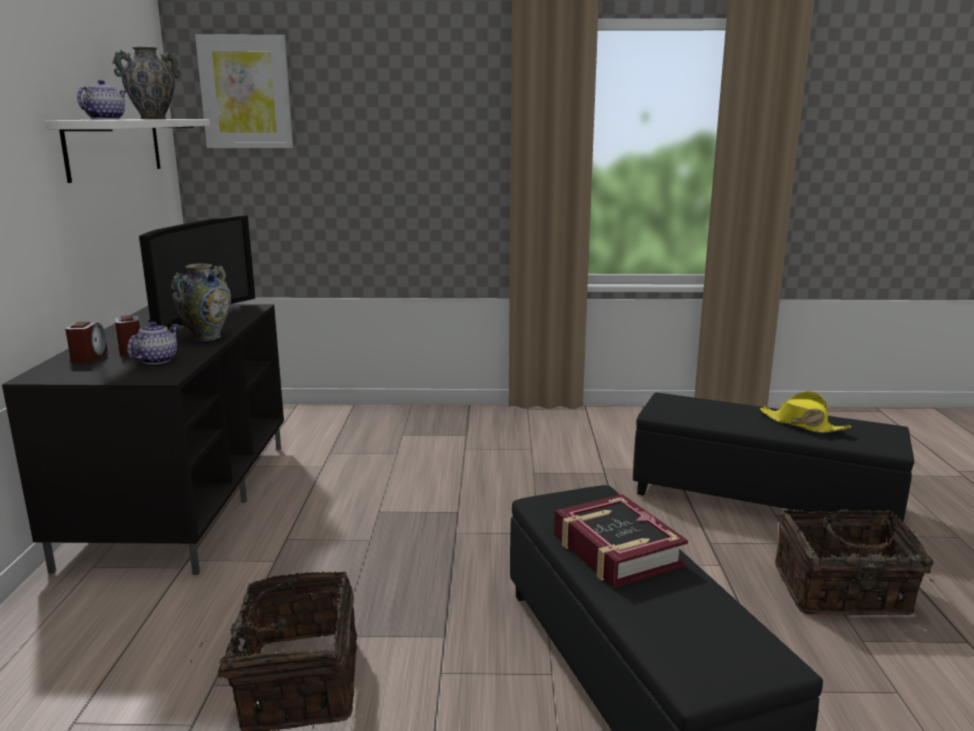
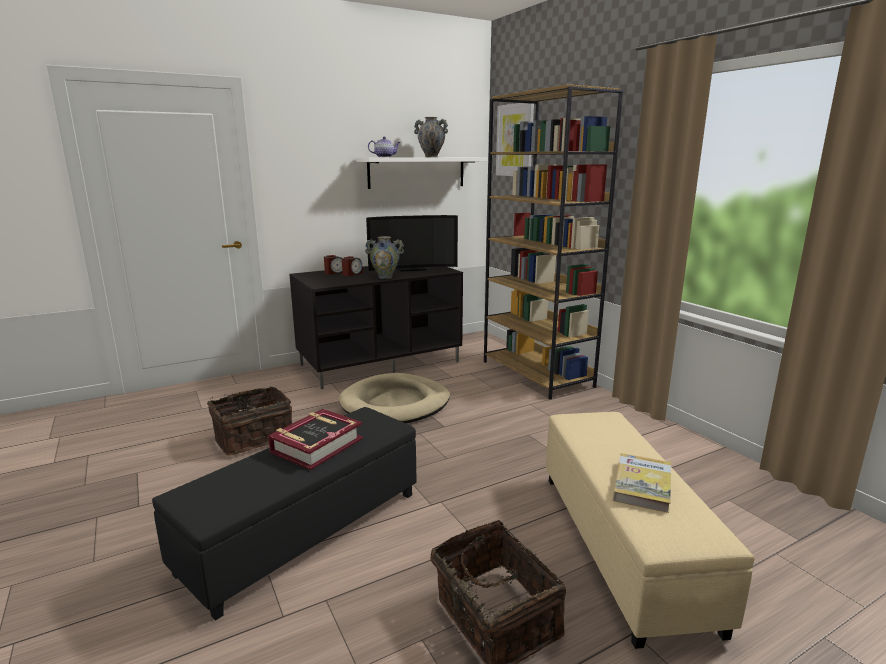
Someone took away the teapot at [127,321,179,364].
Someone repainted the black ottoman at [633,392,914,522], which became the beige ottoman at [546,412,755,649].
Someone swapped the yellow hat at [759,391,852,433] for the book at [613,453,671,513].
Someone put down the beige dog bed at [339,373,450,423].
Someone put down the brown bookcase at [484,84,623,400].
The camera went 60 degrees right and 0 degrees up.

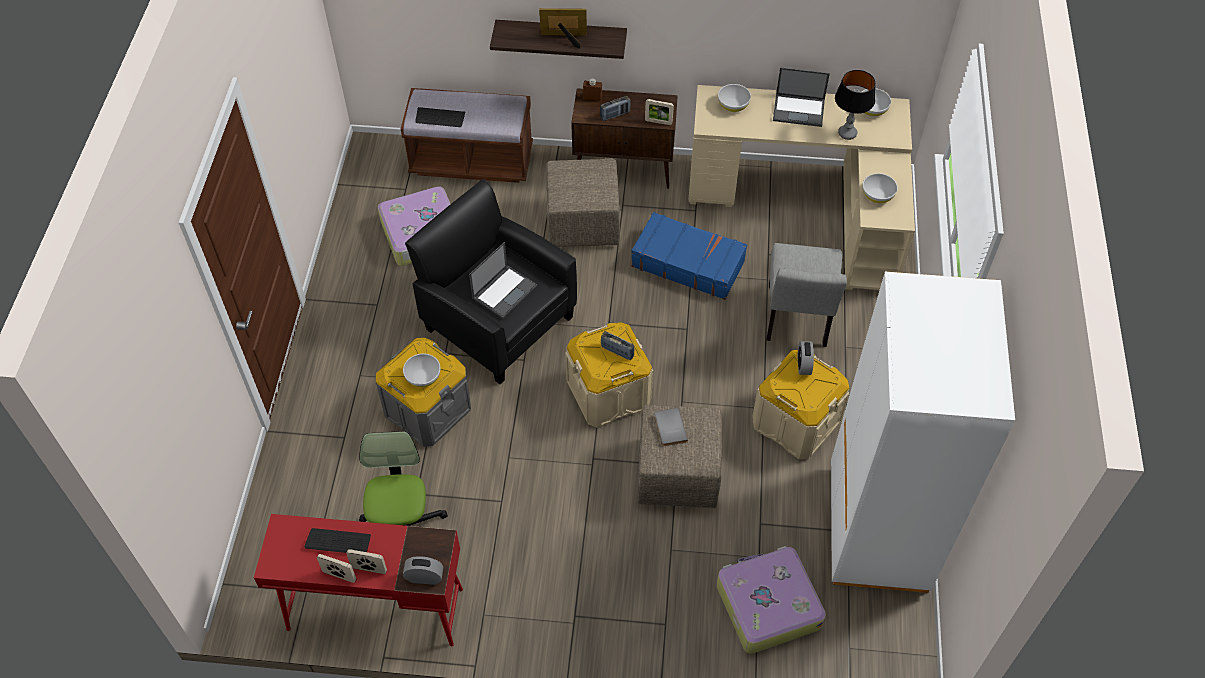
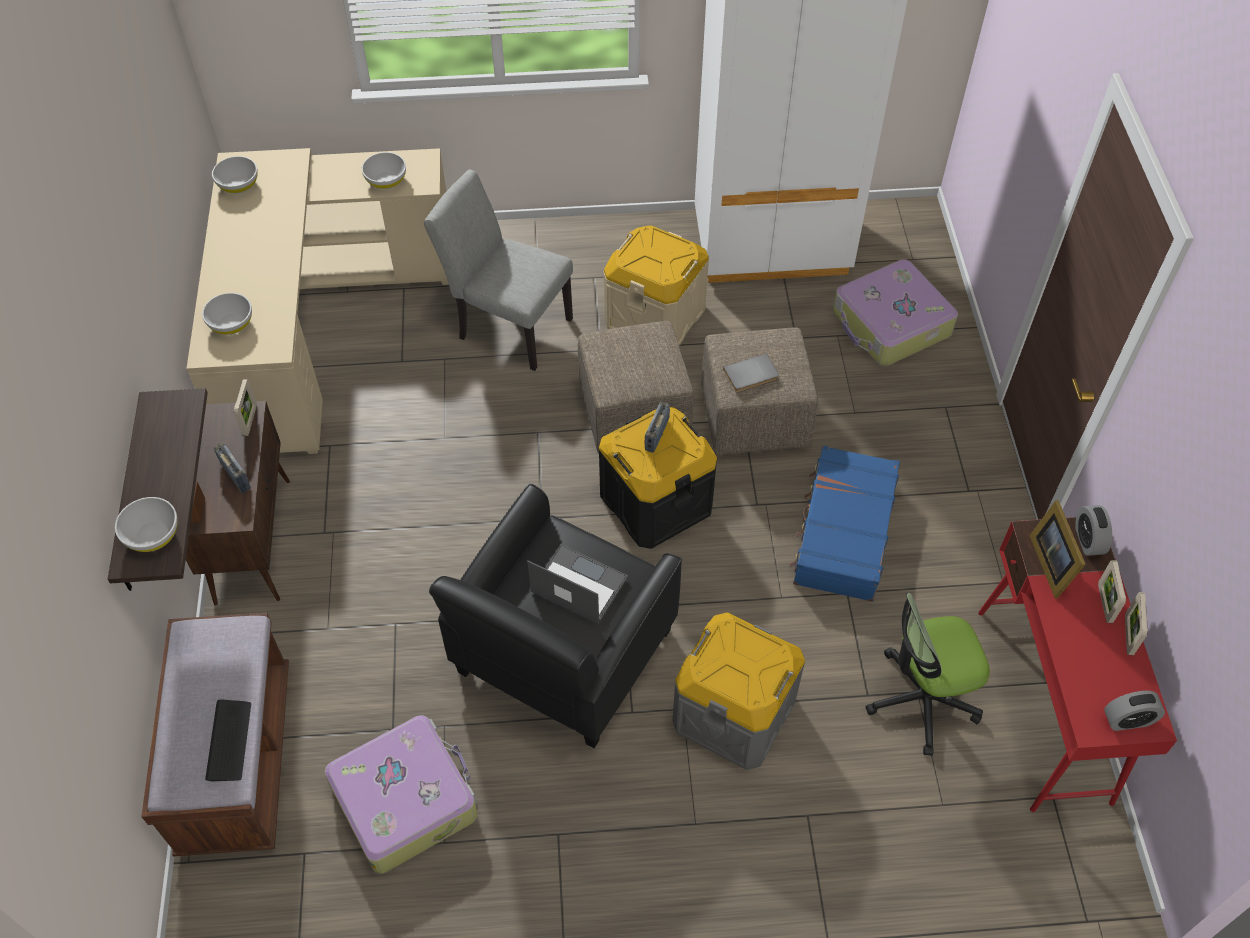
Someone took away the keyboard at [304,528,371,553].
Someone carried the white bowl from [403,353,441,387] to [115,497,178,552].
Someone carried the picture frame from [539,8,587,49] to [1030,500,1086,599].
Someone carried the beige ottoman from [546,159,620,247] to [578,321,694,454].
Someone repainted the beige storage box at [566,322,653,428], which became the black storage box at [598,407,717,549].
Someone carried the blue suitcase from [631,212,747,300] to [789,446,900,602].
Someone rotated the grey chair at [766,243,847,347] by 150 degrees counterclockwise.
Someone took away the laptop at [773,68,830,127].
Someone carried the alarm clock from [797,341,814,375] to [1104,691,1165,731].
Someone took away the table lamp at [835,70,875,140].
The camera went 100 degrees left and 0 degrees up.

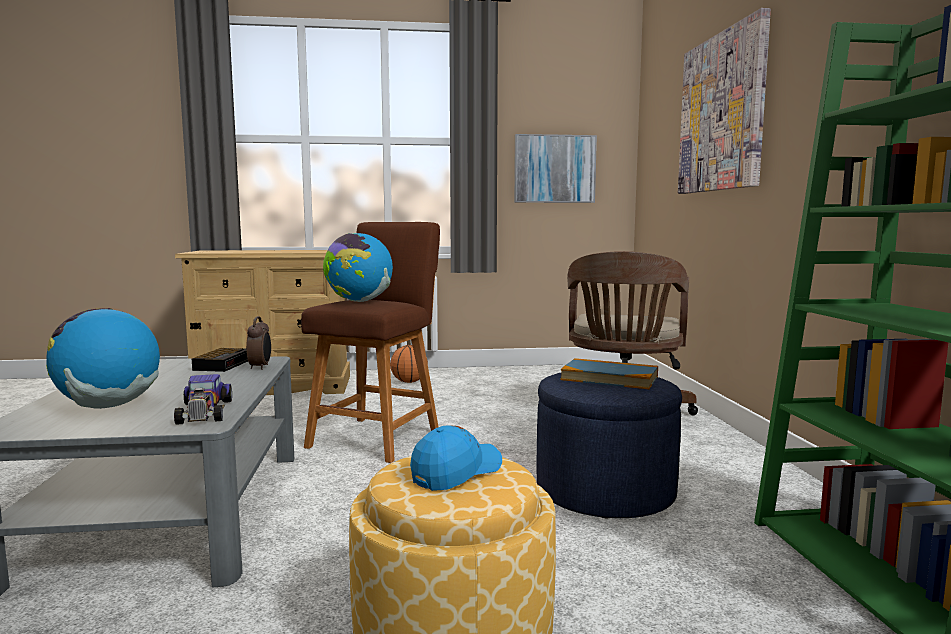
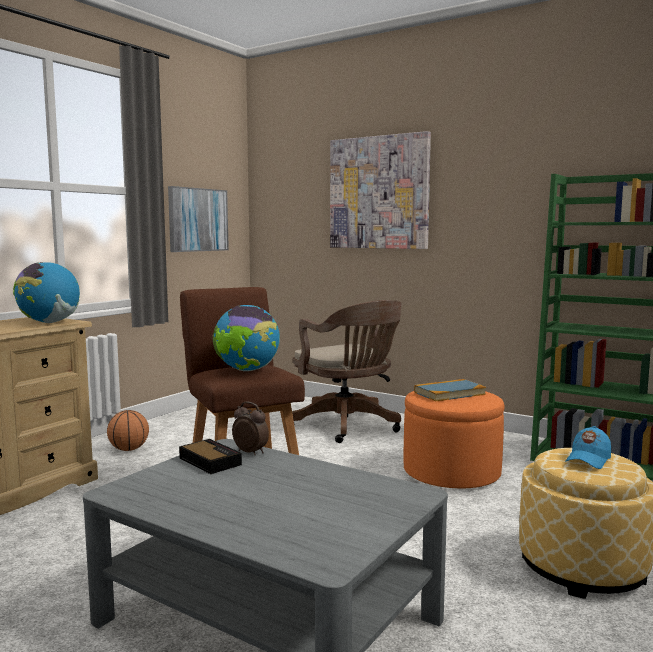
Someone carried the globe from [46,308,160,409] to [13,262,80,323].
Someone took away the toy car at [174,374,232,425].
Someone rotated the blue cap at [410,425,502,491] by 135 degrees counterclockwise.
Someone repainted the blue ottoman at [537,373,682,518], which became the orange ottoman at [404,391,505,488].
The camera went 50 degrees left and 0 degrees up.

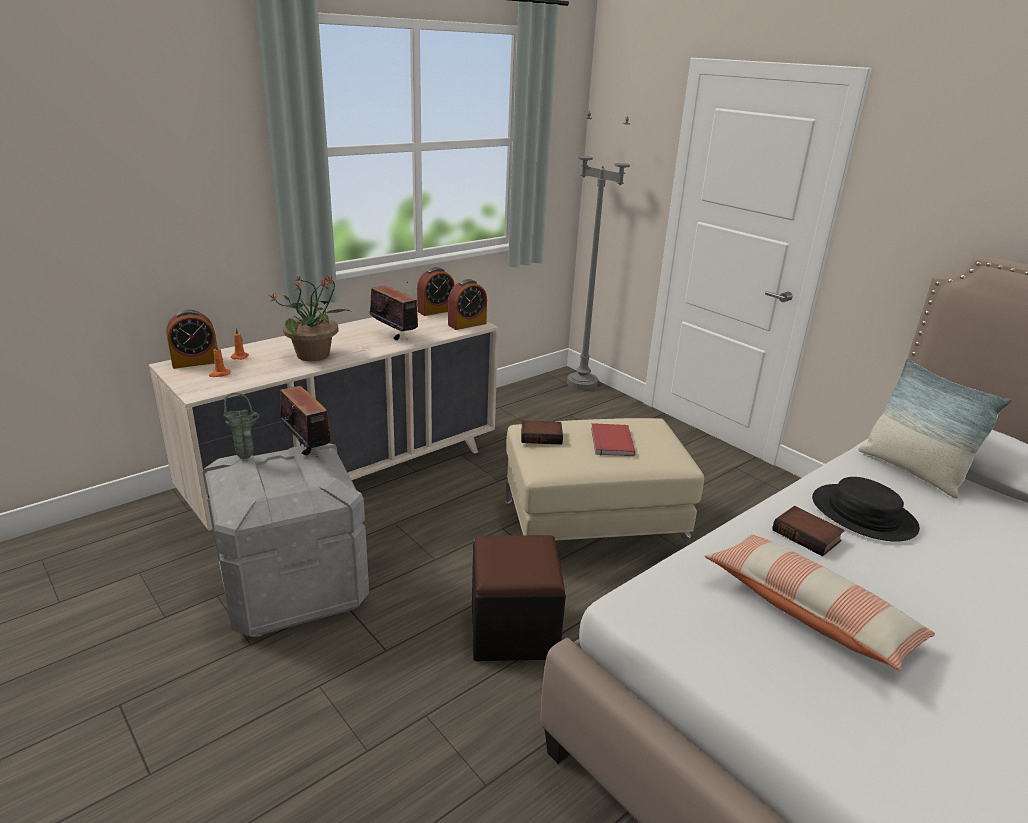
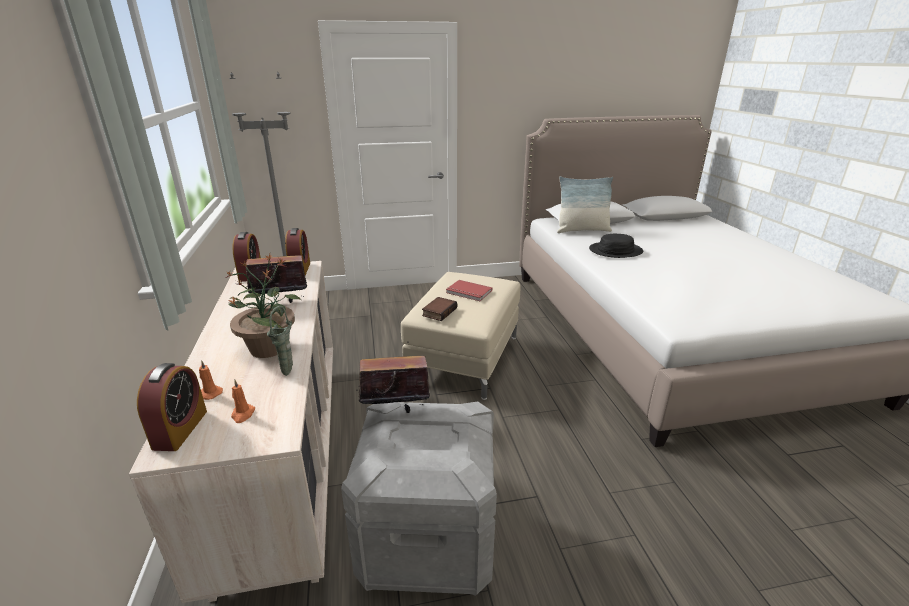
Someone carried the green vase from [224,393,260,459] to [267,306,293,376].
Someone took away the black ottoman at [472,535,566,661].
Someone took away the pillow at [704,534,935,670].
Someone took away the book at [773,506,845,556].
The camera went 60 degrees left and 0 degrees up.

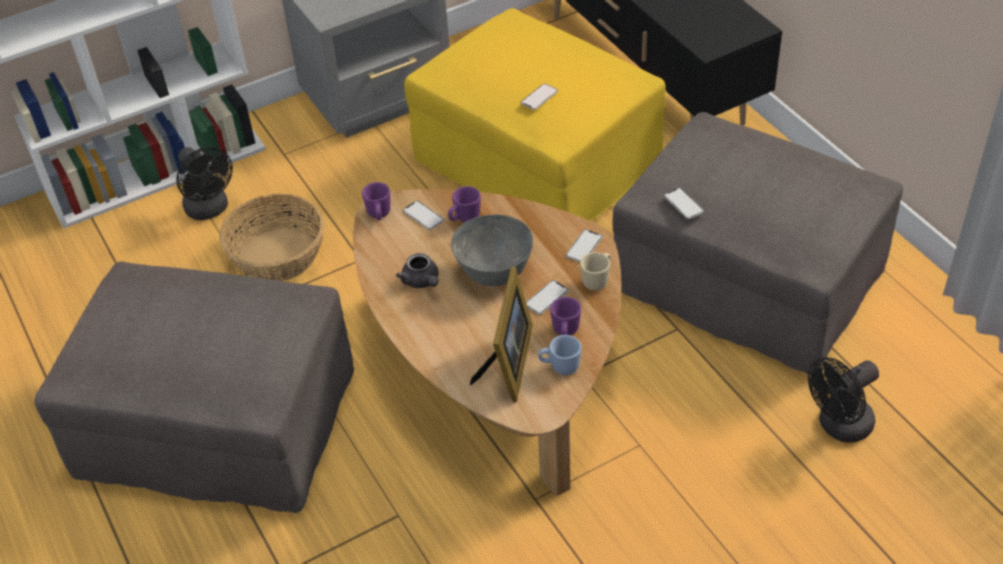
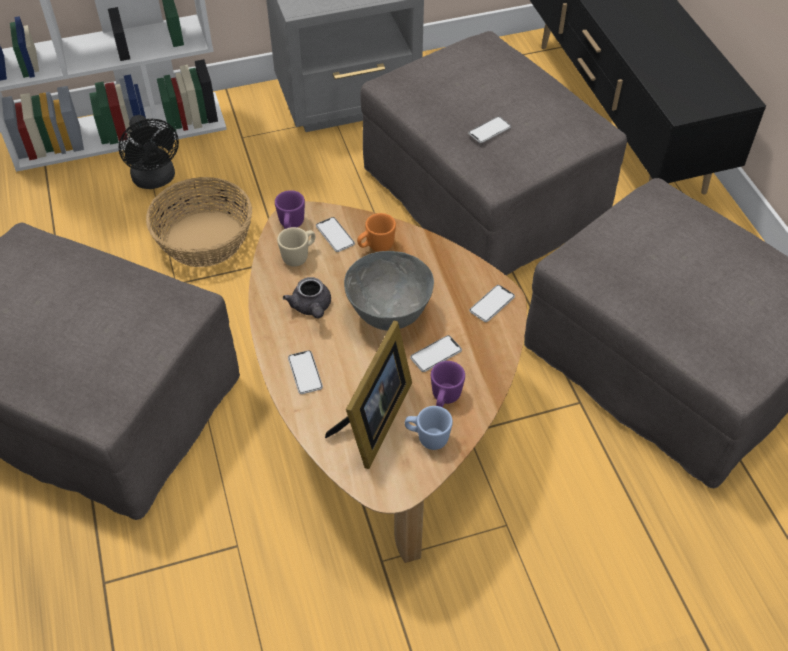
Someone repainted the yellow ottoman at [404,8,666,221], which became the grey ottoman at [360,31,627,276].
Someone repainted the purple mug at [448,186,481,222], which became the orange mug at [357,213,396,252].
Someone carried the beige mug from [580,252,611,291] to [277,227,315,266].
Someone carried the phone from [664,188,704,219] to [288,350,323,394].
Someone took away the black fan at [808,357,879,442].
The camera went 10 degrees right and 5 degrees up.

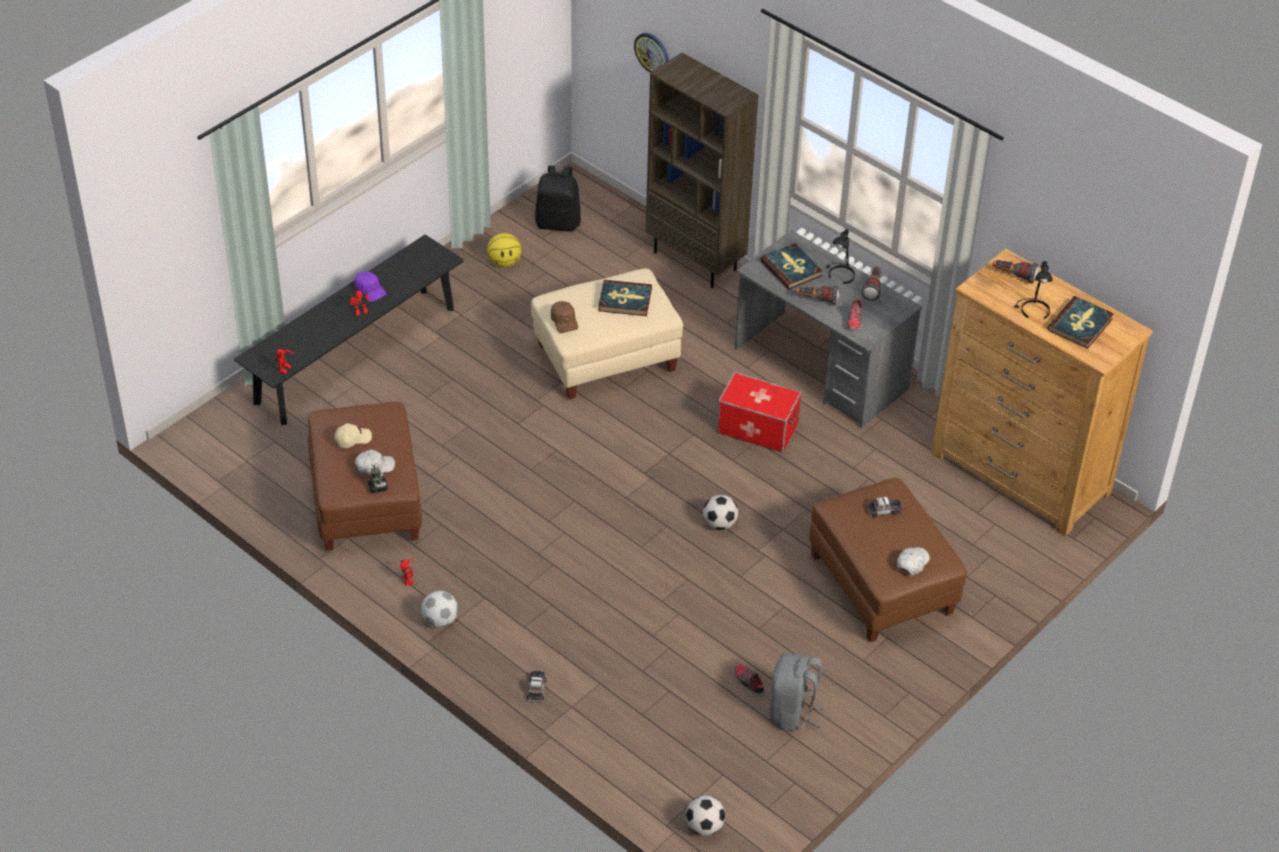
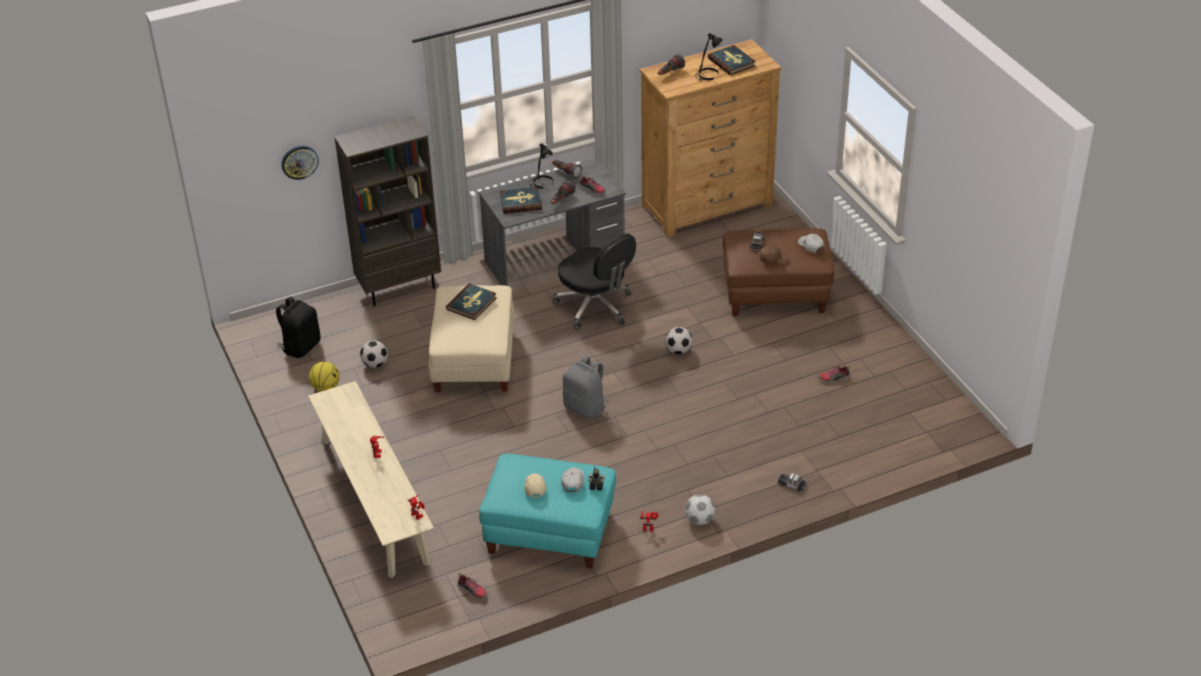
Someone repainted the black bench at [234,235,464,425], which became the beige bench at [308,381,434,578].
Someone repainted the brown ottoman at [308,402,422,551], which became the turquoise ottoman at [479,454,616,569].
Someone took away the purple cap at [354,271,387,302].
Someone carried the brown cap from [551,301,578,333] to [759,245,789,264].
Someone carried the football from [686,795,725,836] to [360,340,388,368].
Someone swapped the storage box at [717,372,802,453] for the black office chair at [553,233,636,330].
Someone carried the grey backpack from [769,653,826,731] to [563,355,608,420].
Someone put down the shoe at [457,573,487,599].
The camera went 65 degrees left and 5 degrees down.

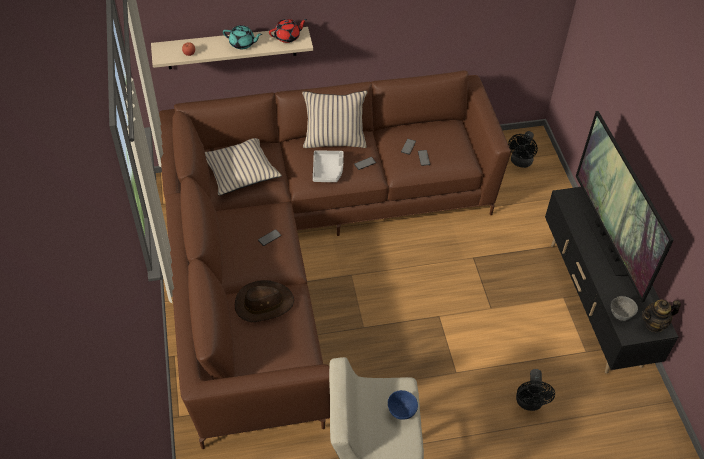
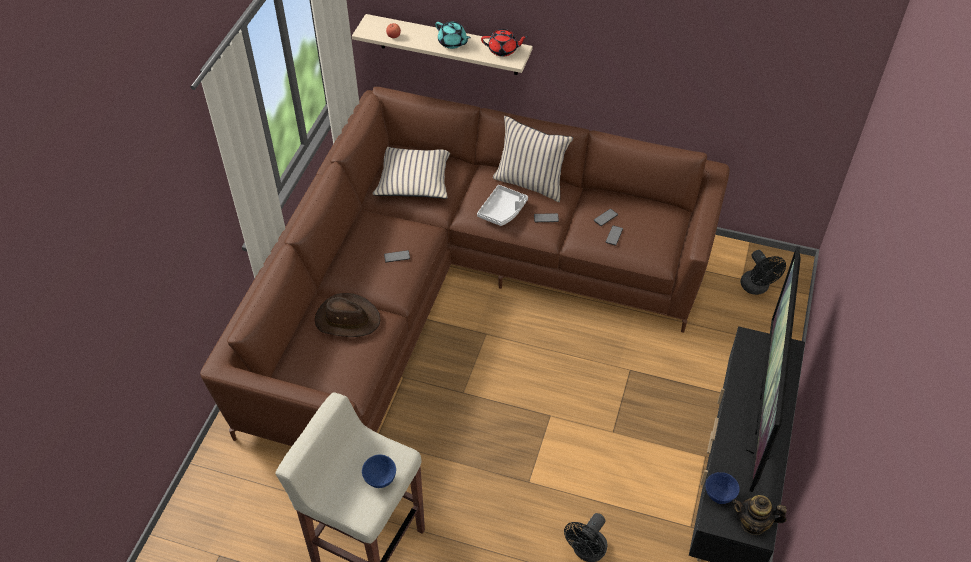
Someone rotated the black fan at [508,131,538,168] by 75 degrees counterclockwise.
Someone repainted the grey bowl at [611,296,638,321], which became the blue bowl at [706,472,740,504].
The camera went 30 degrees right and 0 degrees up.

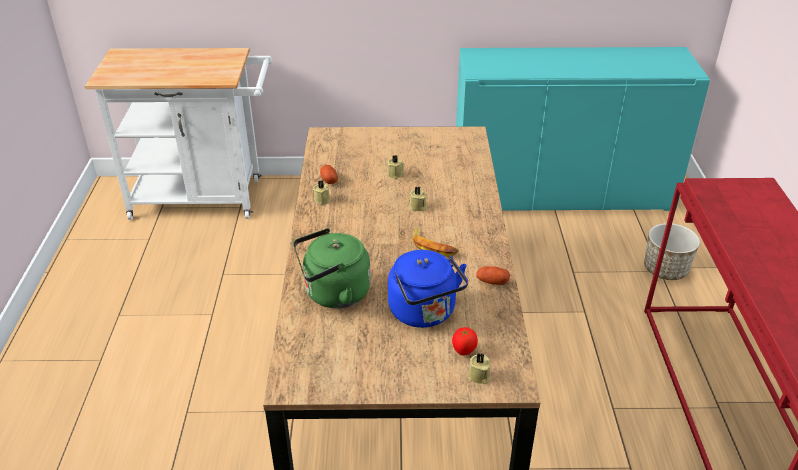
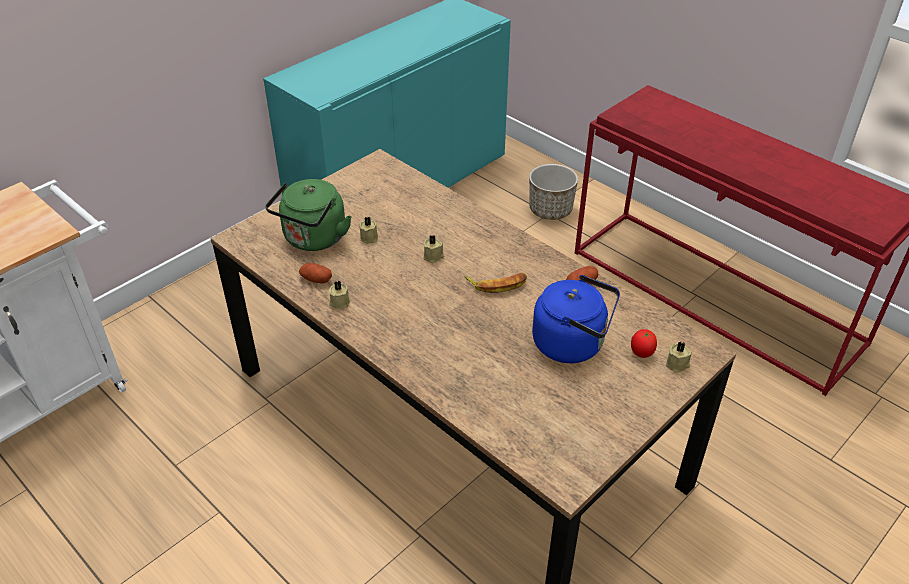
Someone carried the green kettle from [293,228,371,308] to [265,179,352,251].
The camera went 45 degrees left and 5 degrees up.

